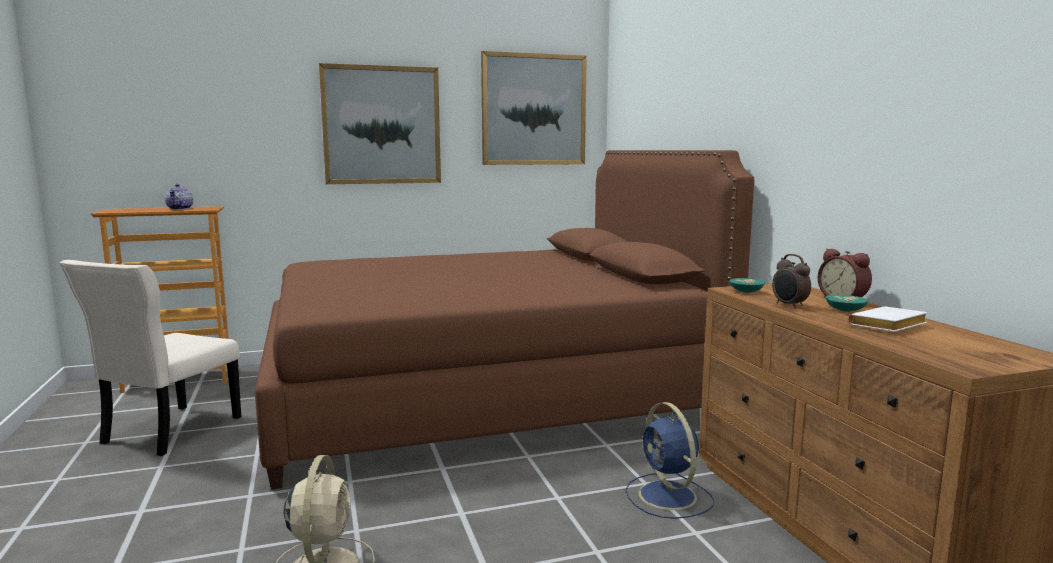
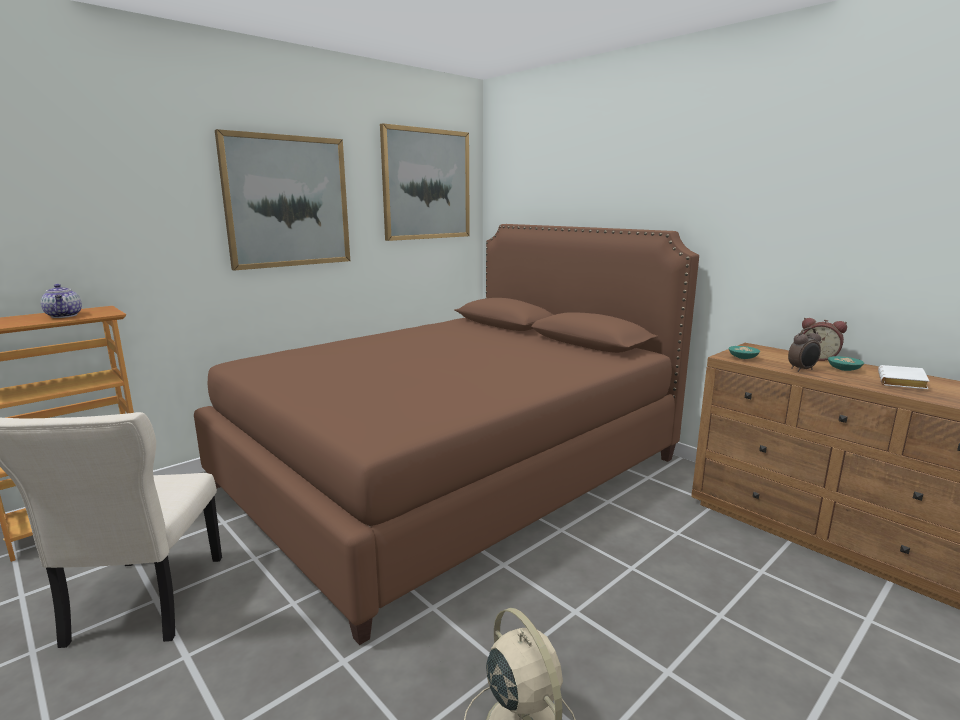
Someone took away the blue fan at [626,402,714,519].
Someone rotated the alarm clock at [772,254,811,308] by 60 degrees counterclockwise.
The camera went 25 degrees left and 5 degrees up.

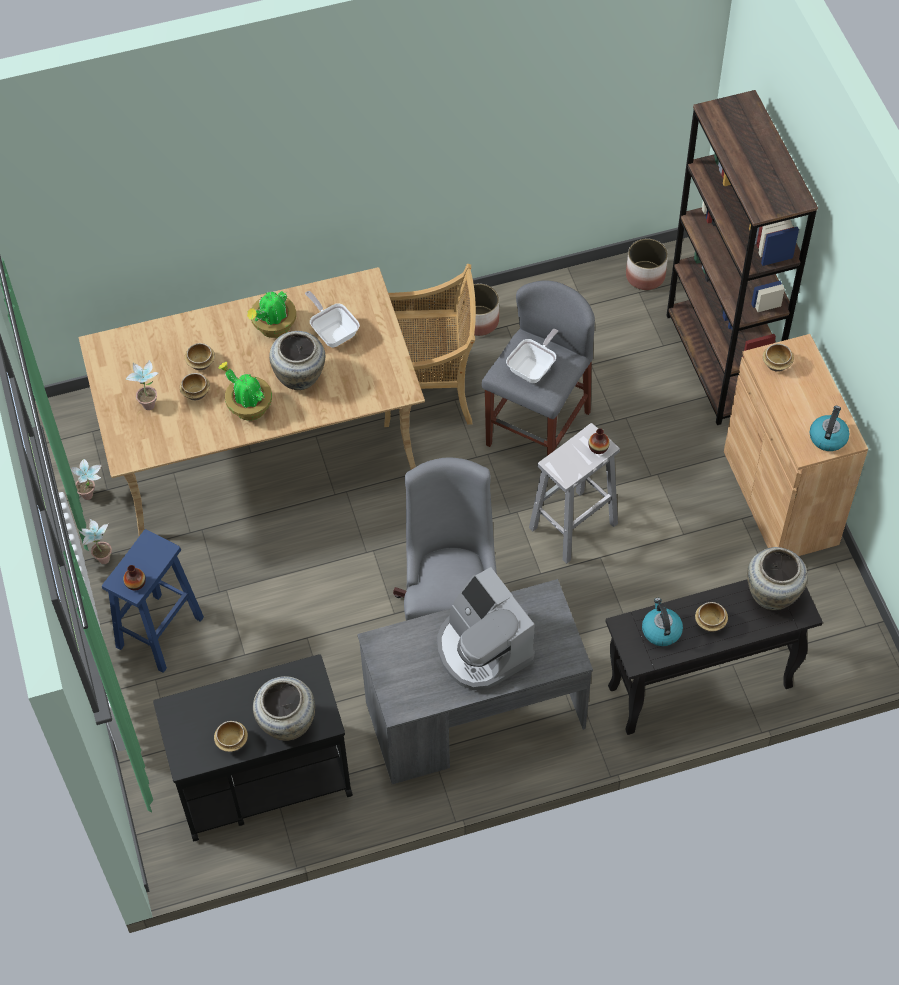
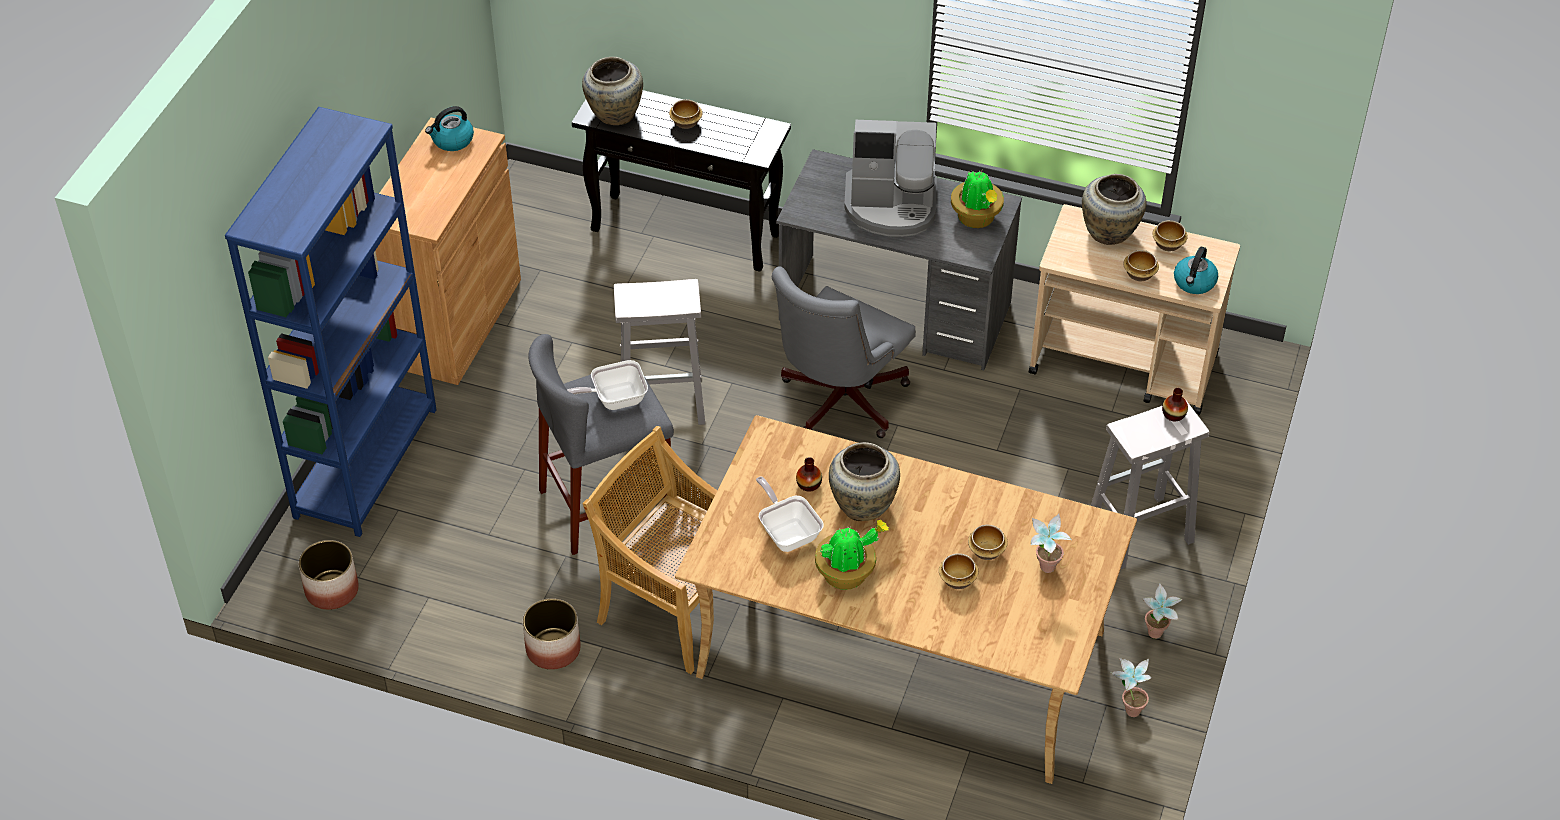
Someone repainted the blue stool at [102,529,204,673], which became the white stool at [1091,398,1210,569].
Someone repainted the black cart at [153,654,353,841], which became the beige cart at [1028,204,1240,415].
Someone carried the potted plant from [218,362,272,421] to [951,171,1004,228].
Someone rotated the frying pan at [305,291,360,347] by 150 degrees clockwise.
Someone rotated the coffee machine at [437,567,535,690] by 90 degrees clockwise.
Someone carried the vase from [588,428,610,454] to [796,457,822,492].
Someone carried the kettle from [642,598,683,646] to [1174,247,1218,294].
Someone repainted the brown bookcase at [666,90,818,425], which became the blue bookcase at [225,107,437,537].
Someone carried the bowl from [763,344,794,372] to [1123,250,1159,281].
The camera went 145 degrees left and 10 degrees down.

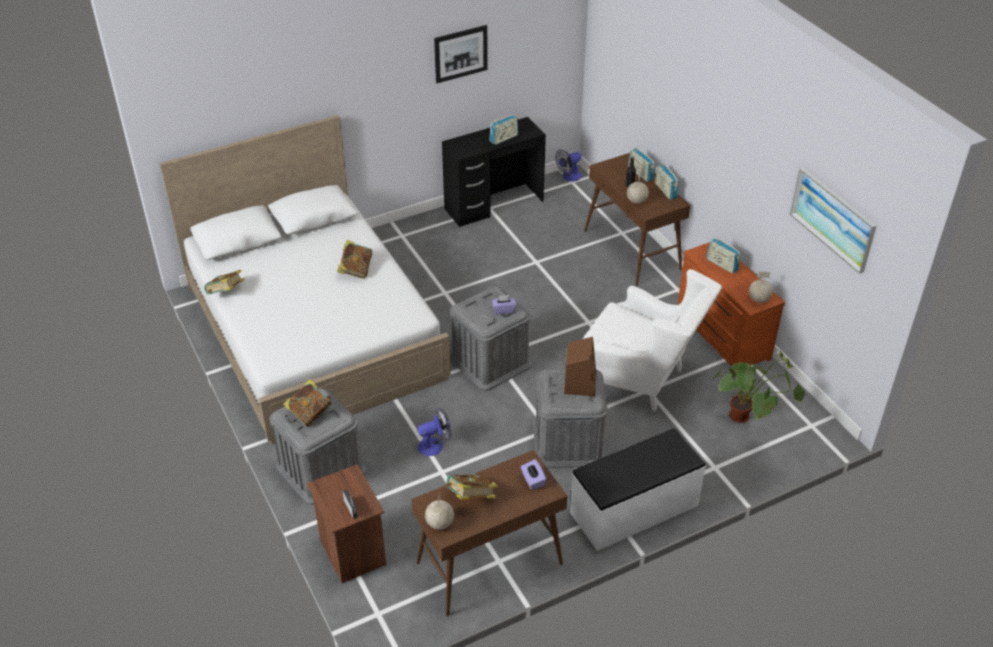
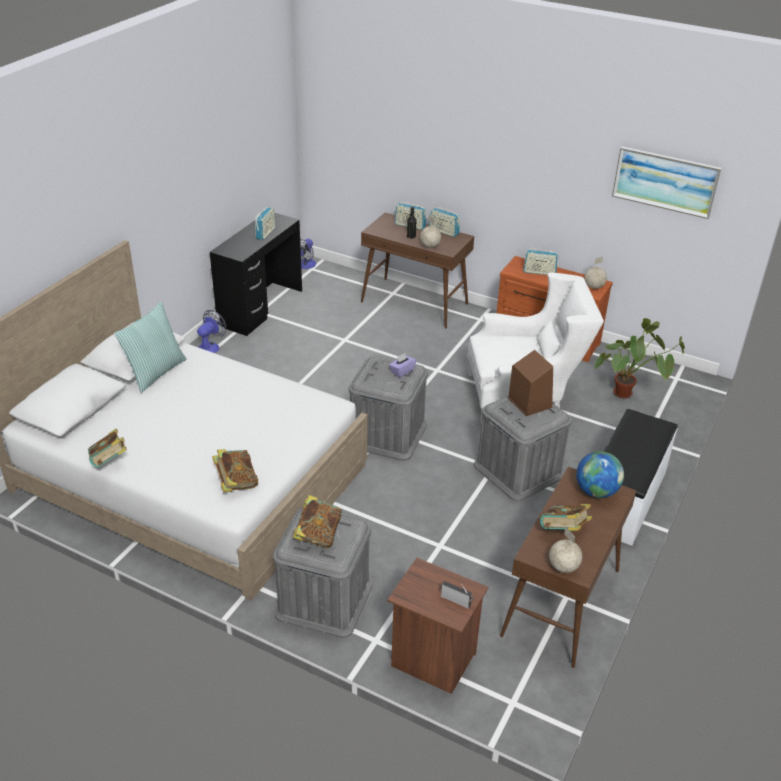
Someone carried the book from [337,240,372,278] to [212,449,258,492].
Someone carried the fan from [418,408,451,456] to [197,310,226,353].
Someone took away the picture at [434,25,488,83].
Someone swapped the purple tissue box at [521,459,546,490] for the globe at [576,451,624,498].
Someone put down the pillow at [114,301,187,393].
The camera went 35 degrees left and 5 degrees down.

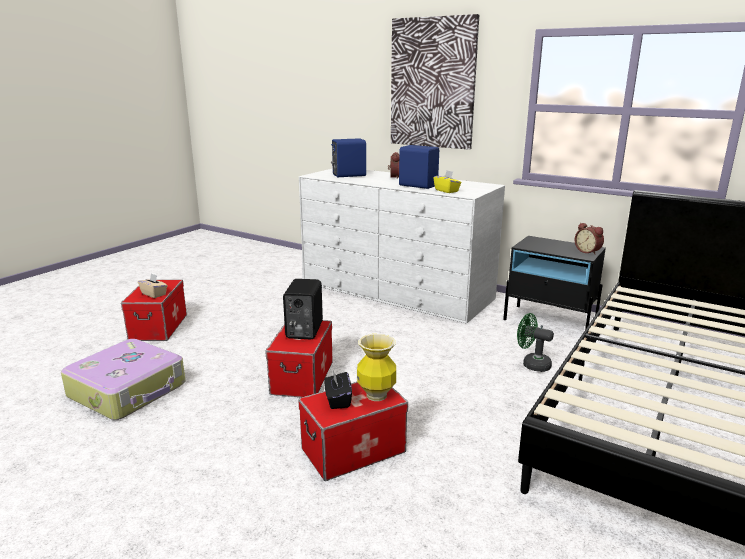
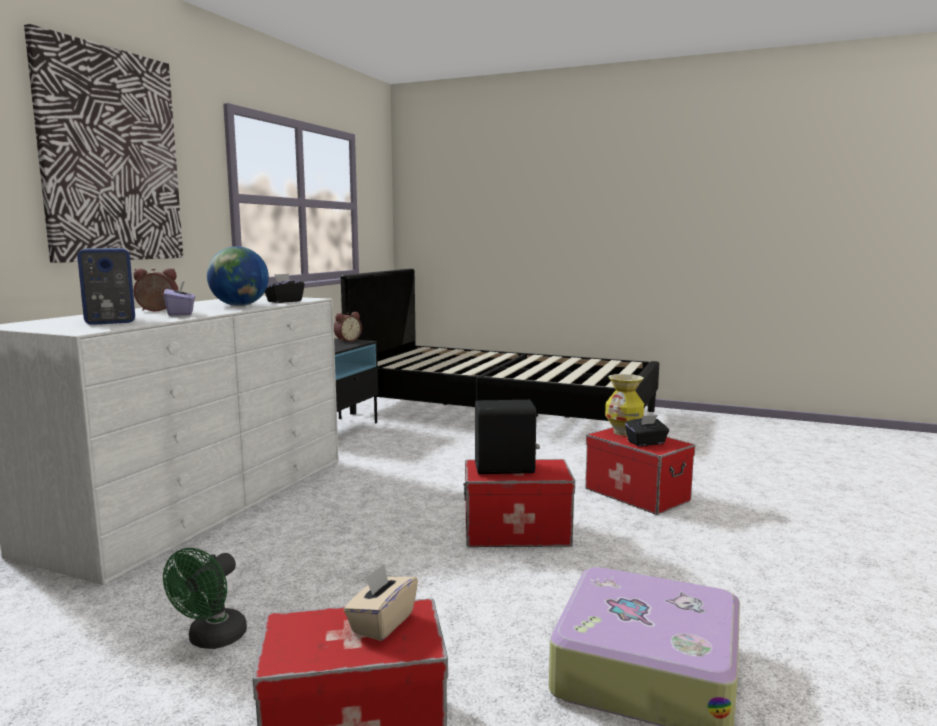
Someone swapped the blue speaker at [399,145,439,189] for the globe at [207,246,269,306].
Someone repainted the yellow tissue box at [433,171,461,193], which became the black tissue box at [265,273,305,303].
Someone carried the green fan from [517,313,554,372] to [163,548,247,649].
Someone put down the purple tissue box at [164,281,195,316].
The camera went 100 degrees left and 10 degrees down.

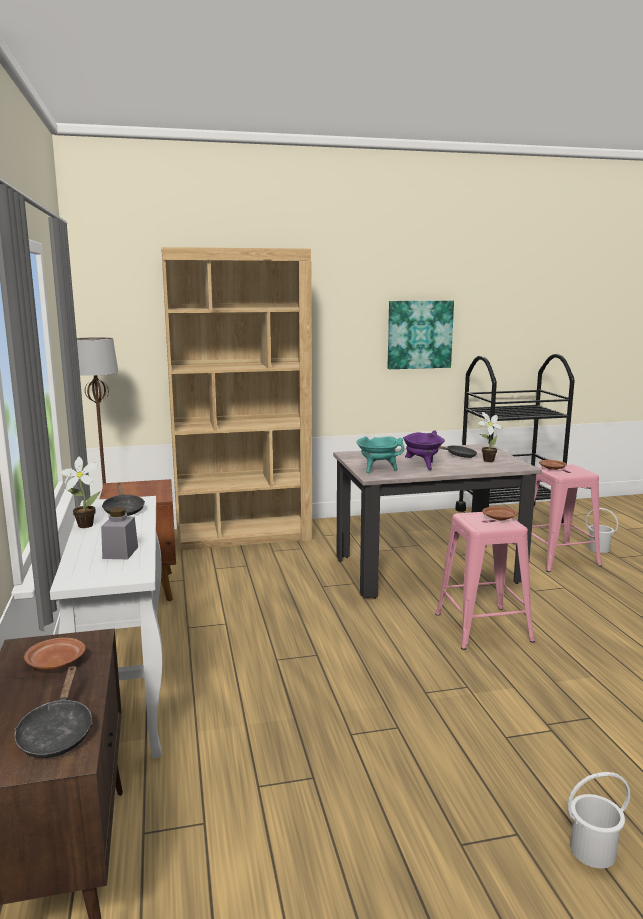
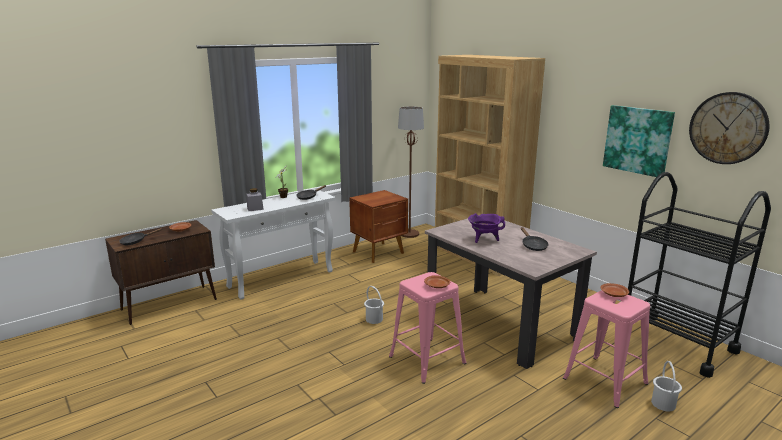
Someone took away the turquoise cooking pot at [356,436,404,473].
Someone took away the potted plant at [477,412,504,462].
Someone carried the white bucket from [567,772,630,868] to [364,286,384,324].
Someone put up the wall clock at [689,92,770,164].
The camera went 65 degrees right and 5 degrees up.

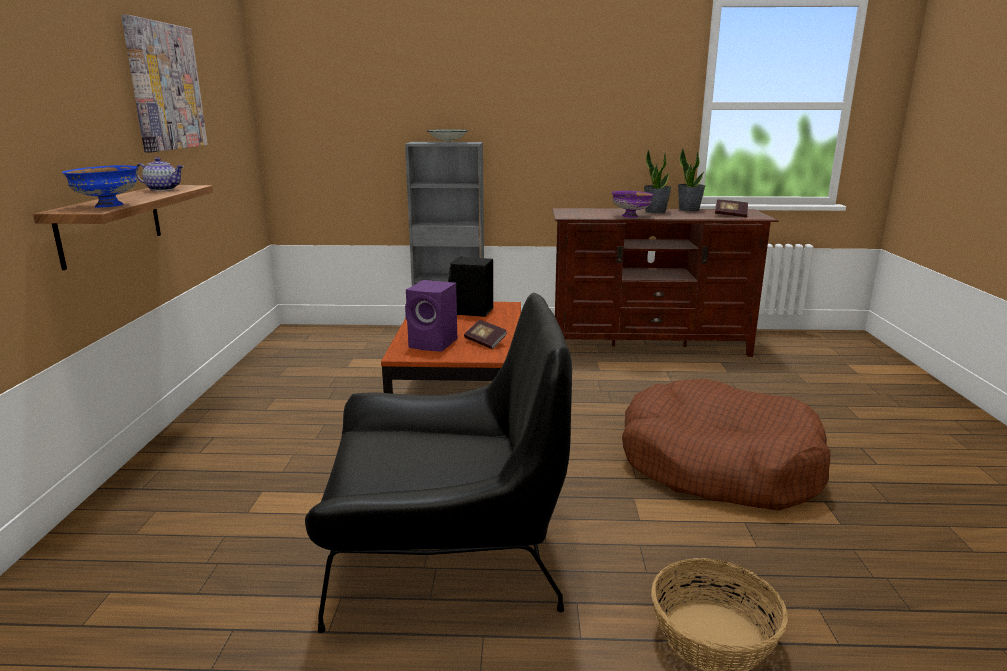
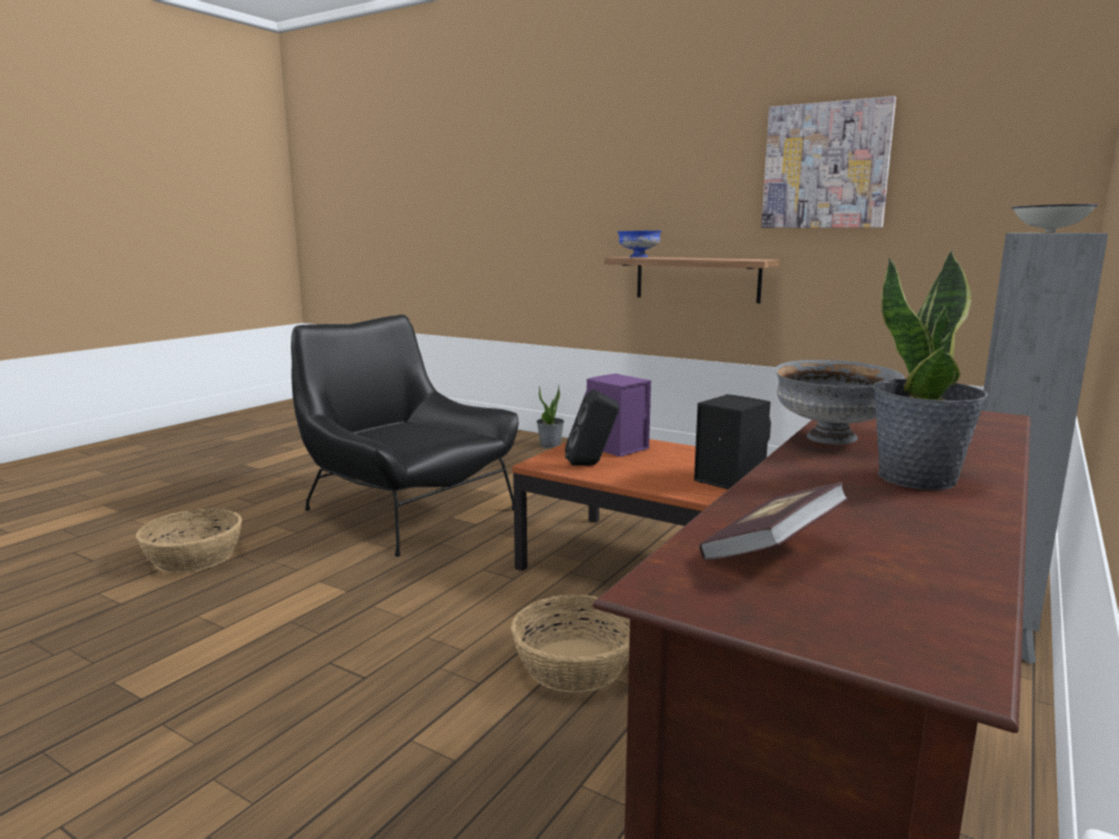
Someone took away the teapot at [135,157,184,191].
Someone rotated the black armchair at [305,293,572,633] by 105 degrees clockwise.
Someone swapped the book at [464,320,507,349] for the black speaker at [565,389,619,466].
Someone repainted the purple bowl at [611,191,654,218], which became the grey bowl at [774,360,904,444].
Someone took away the brown dog bed at [622,379,831,511].
Someone carried the potted plant from [678,148,705,212] to [536,384,564,448].
Someone put down the basket at [511,594,630,693].
The camera went 120 degrees right and 5 degrees down.

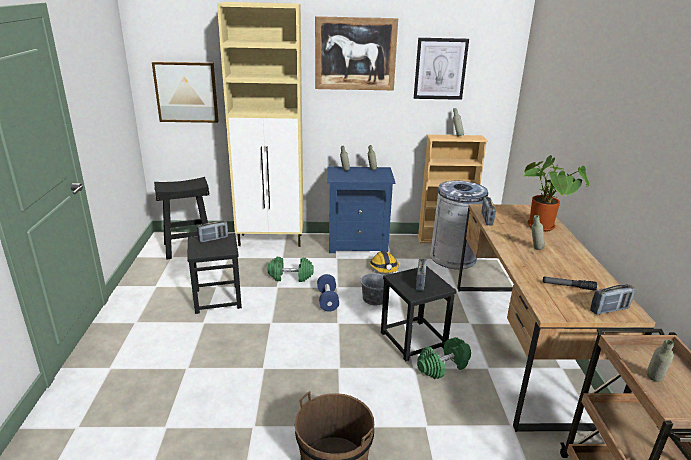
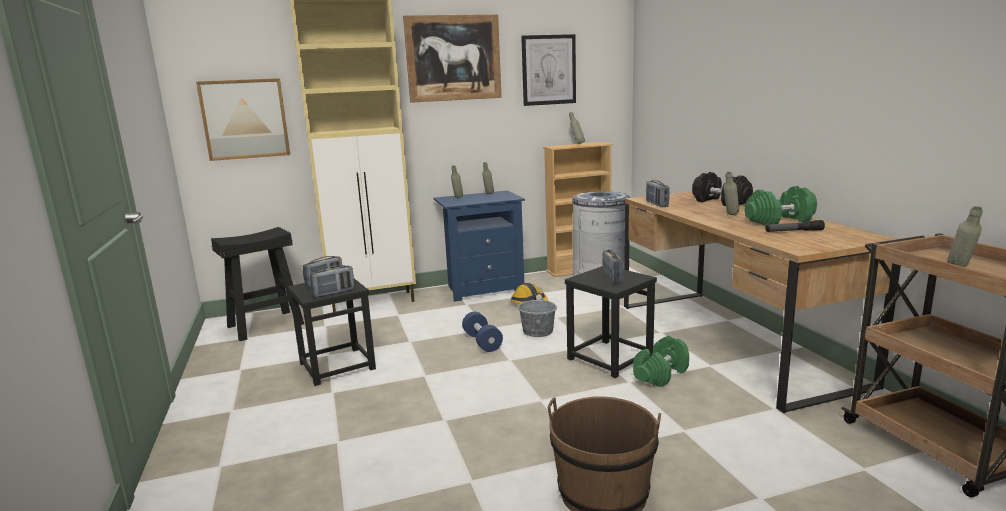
Someone carried the green dumbbell from [268,257,314,282] to [744,186,817,225].
Someone swapped the potted plant at [524,155,589,232] for the black dumbbell at [692,172,753,206].
Someone carried the radio from [590,284,635,315] to [310,265,355,297].
The camera went 15 degrees left and 10 degrees down.

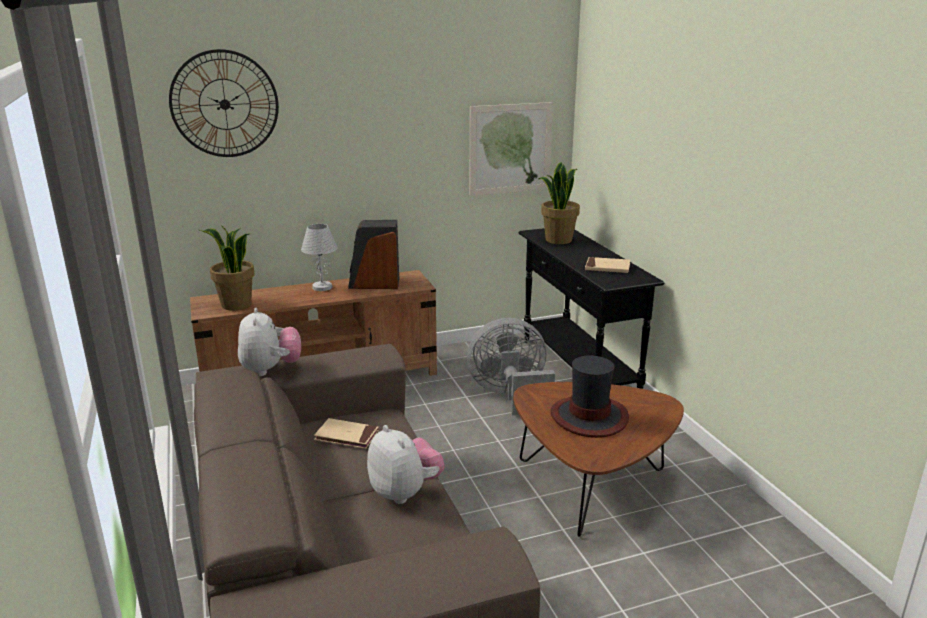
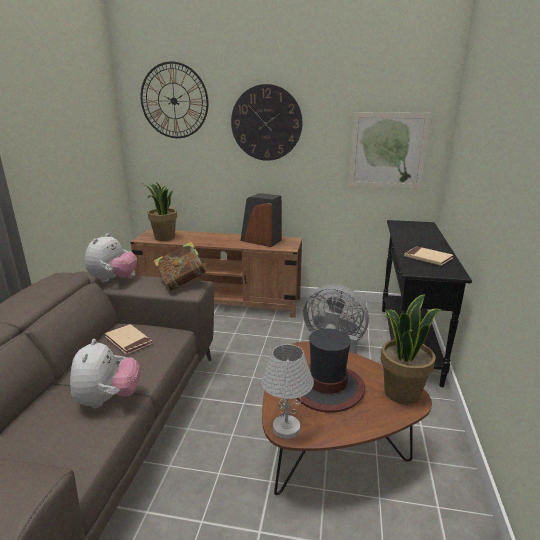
Someone carried the white table lamp from [301,224,337,291] to [261,344,314,439].
Someone carried the potted plant from [539,162,580,244] to [381,294,443,405].
Someone put down the book at [154,241,209,291].
Someone put up the wall clock at [231,84,302,161].
The camera went 30 degrees right and 0 degrees up.

